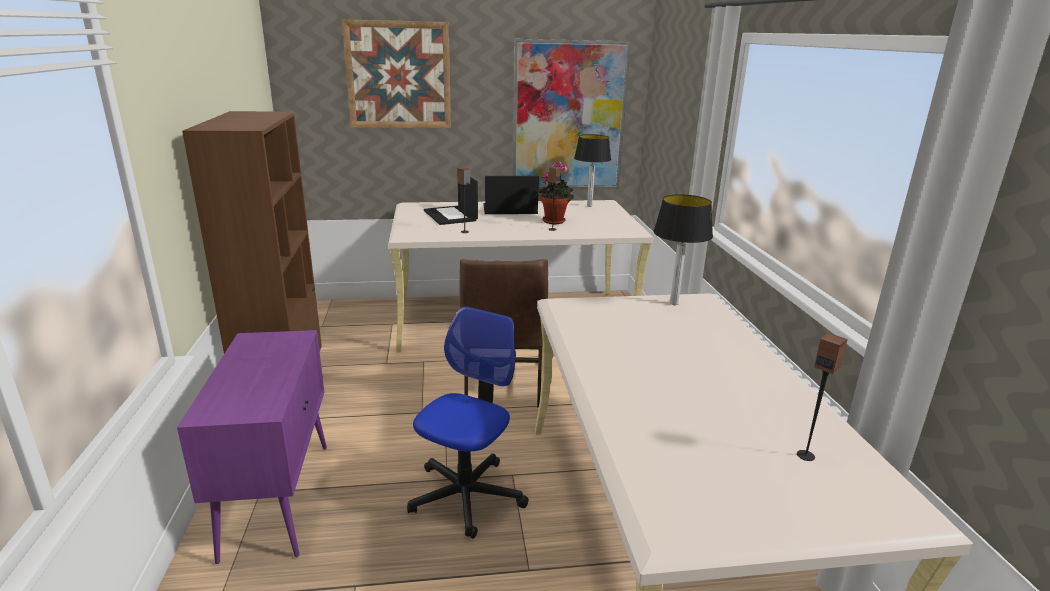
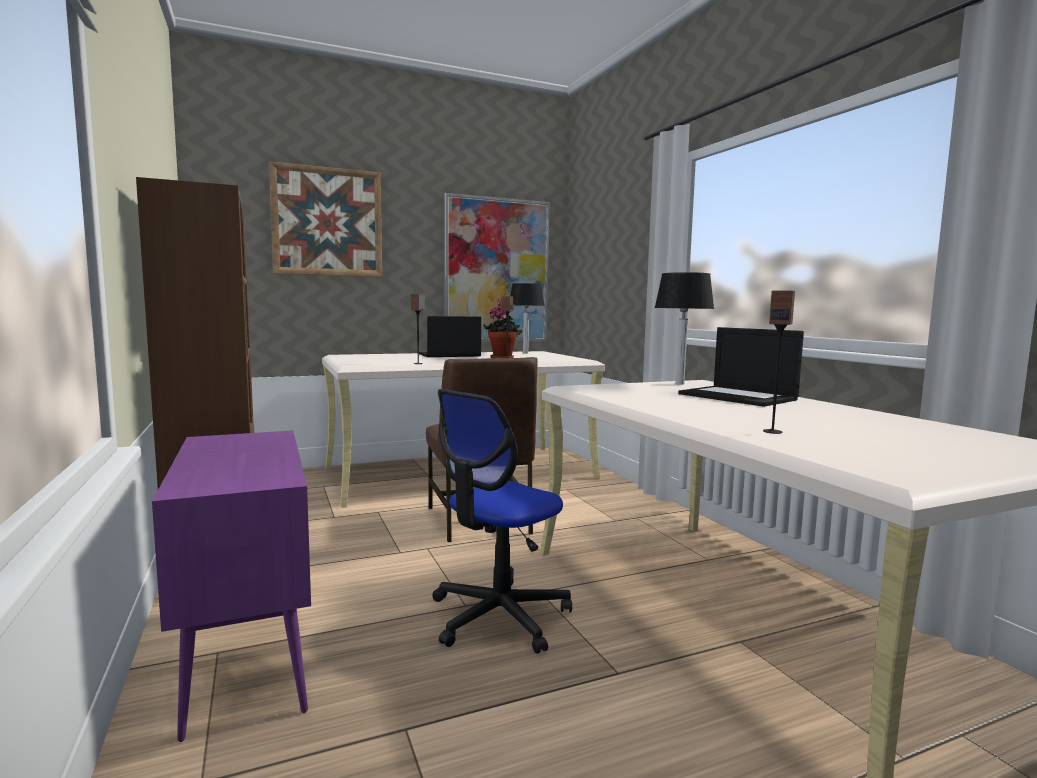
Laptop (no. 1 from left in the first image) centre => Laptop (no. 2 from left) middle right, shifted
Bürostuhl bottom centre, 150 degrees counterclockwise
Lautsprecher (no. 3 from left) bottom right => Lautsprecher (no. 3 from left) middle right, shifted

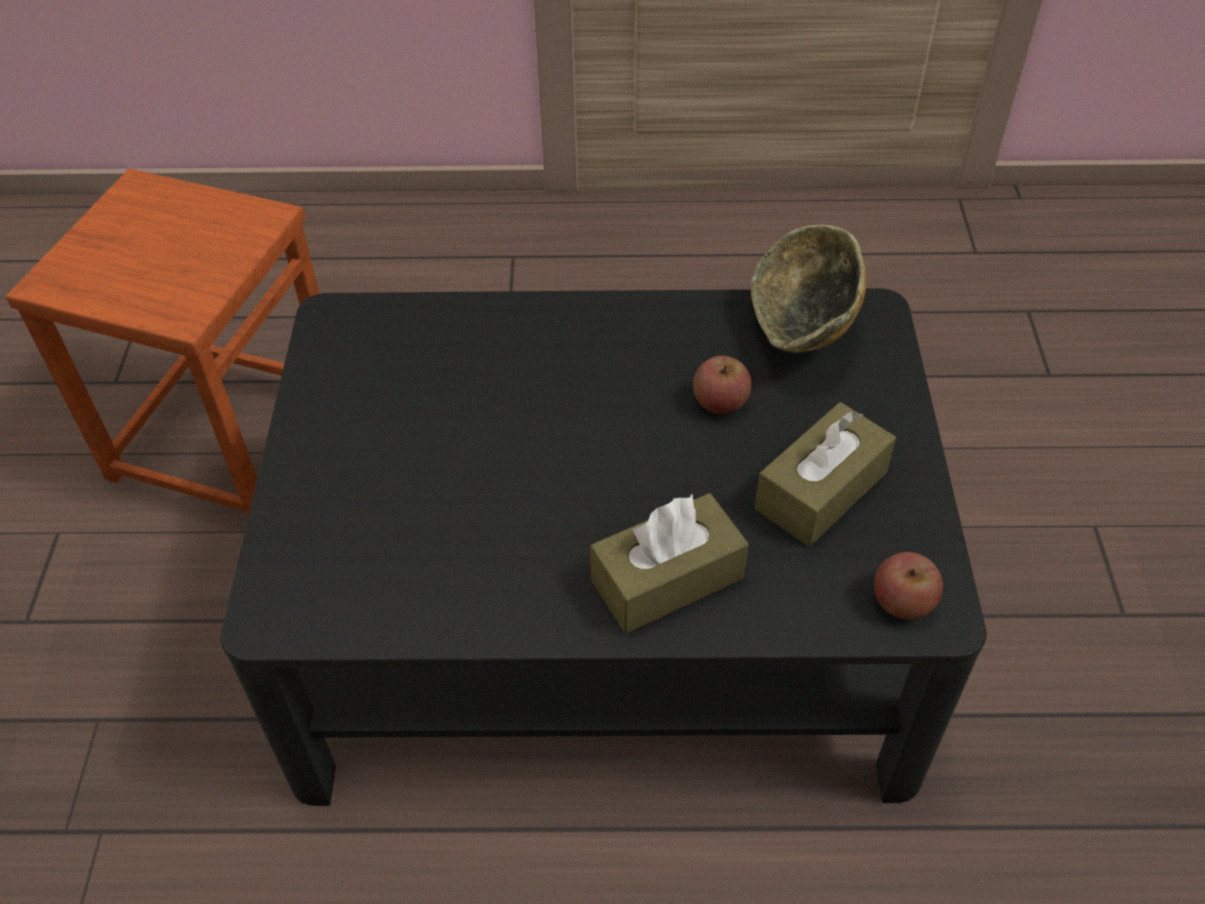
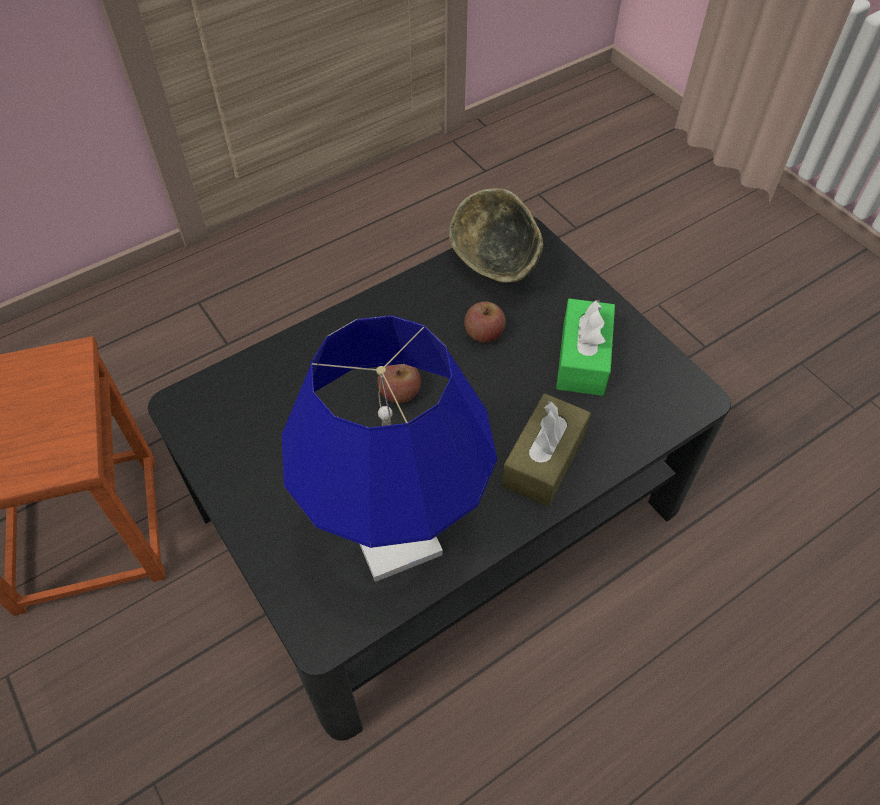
Taschentuchbox/braun (no. 2 from left) middle right => Taschentuchbox/grün centre
Apfel (no. 2 from left in the first image) middle right => Apfel (no. 1 from left) centre, shifted
nothing => Tischlampe/blau centre

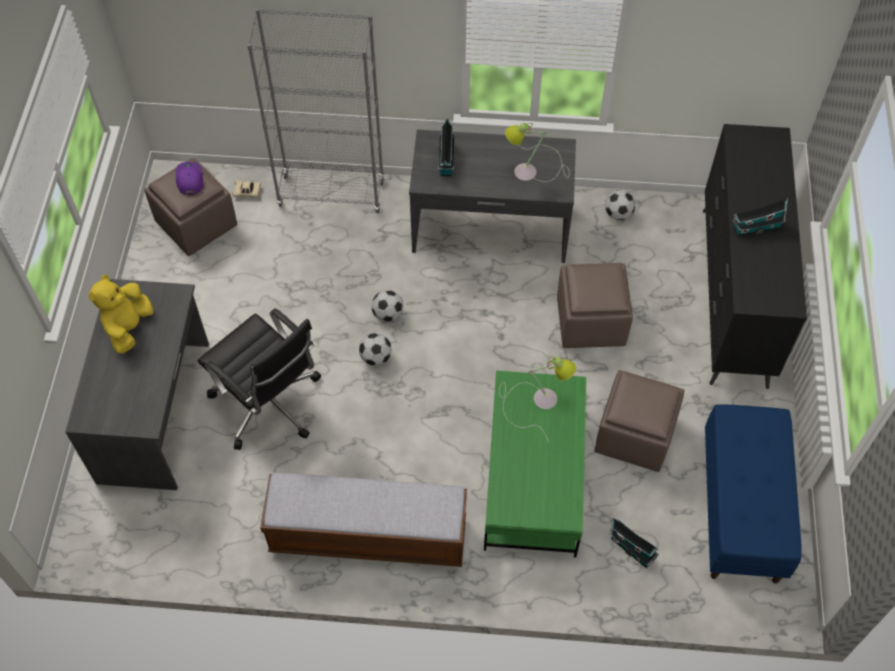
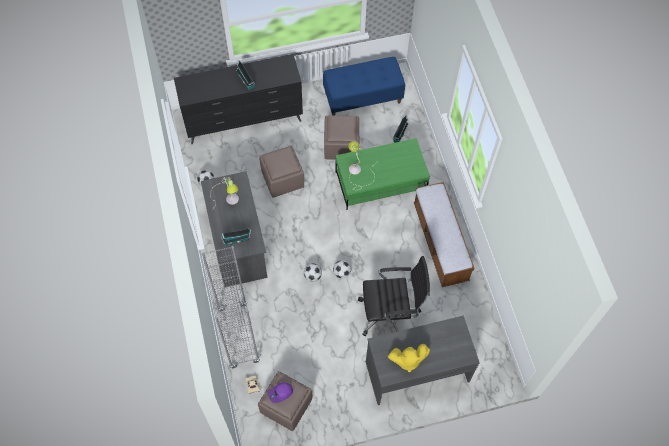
Bürostuhl/schwarz middle left => Bürostuhl/schwarz centre, 60 degrees clockwise

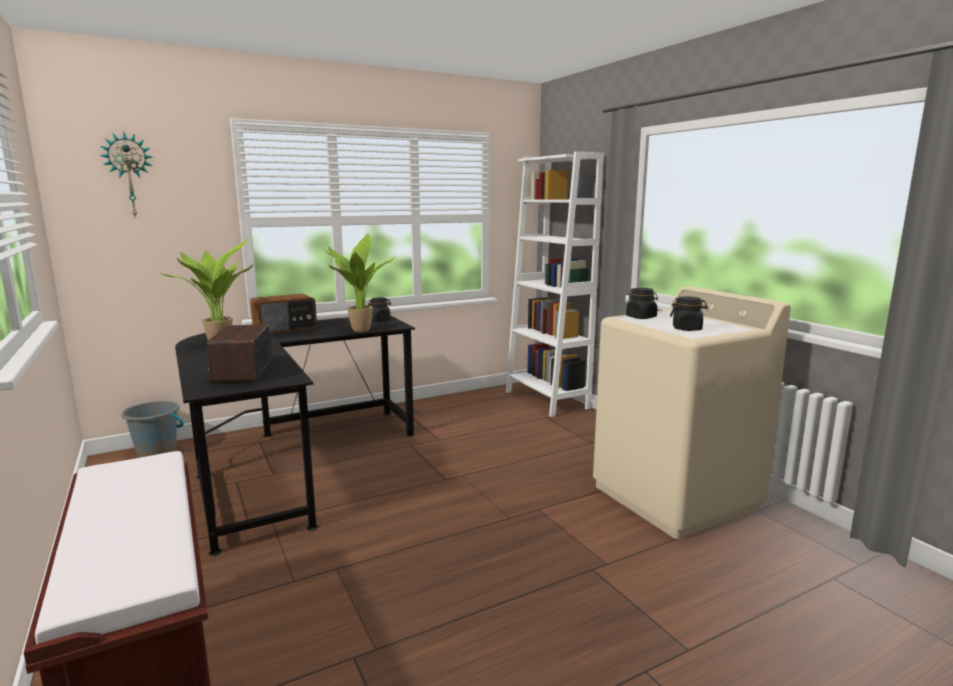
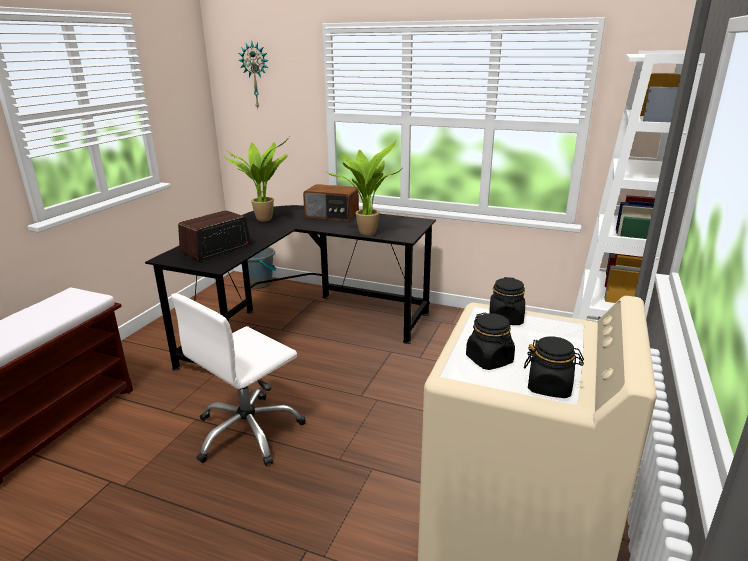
Vorratsglas/schwarz (no. 1 from left in the first image) centre => Vorratsglas/schwarz (no. 3 from left) middle right, shifted
nothing => Bürostuhl/weiß bottom left

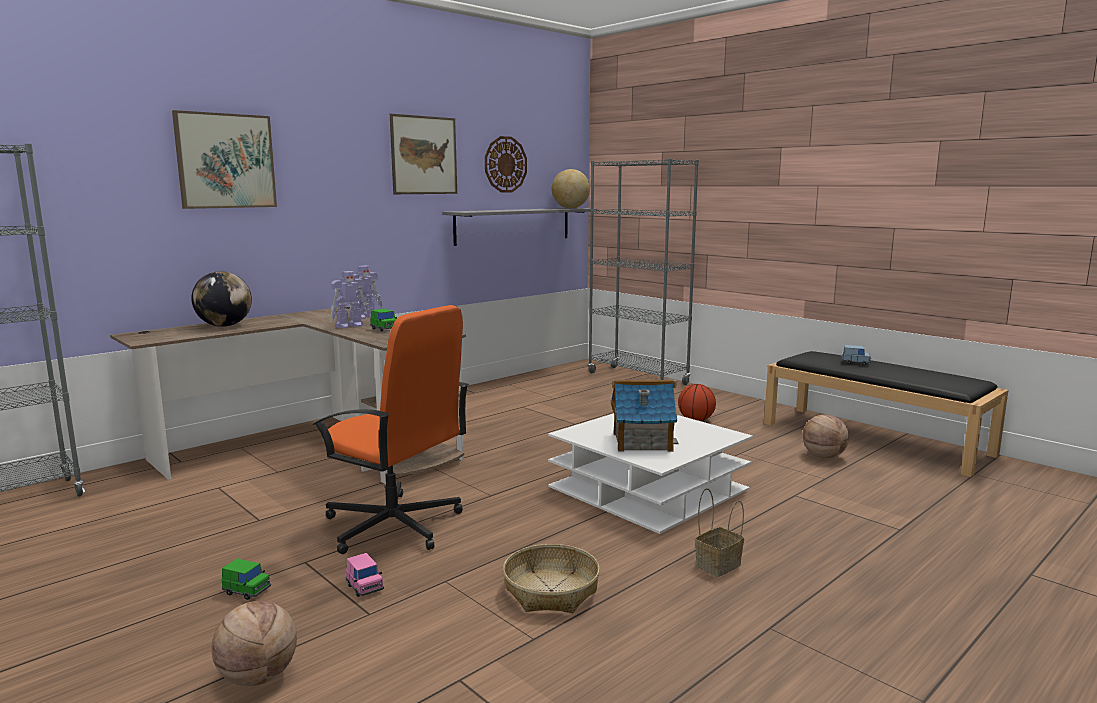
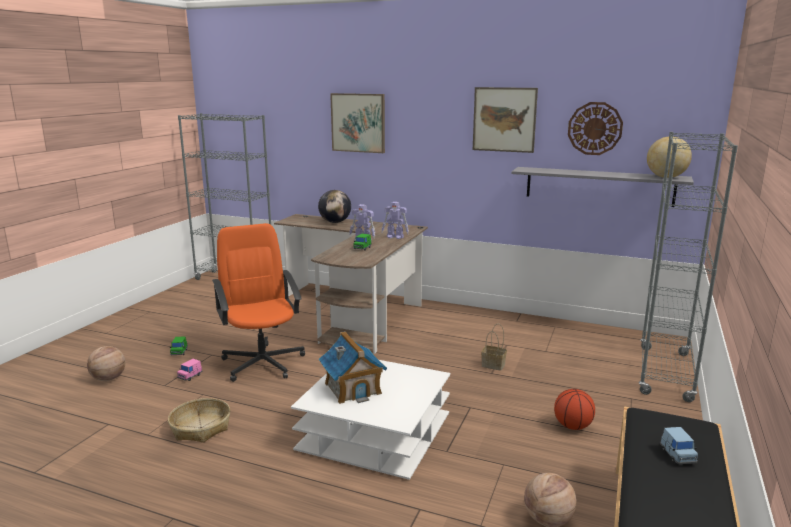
Bürostuhl/orange centre => Bürostuhl/orange middle left, 150 degrees clockwise
Korb (no. 2 from left) bottom centre => Korb (no. 2 from left) centre, shifted

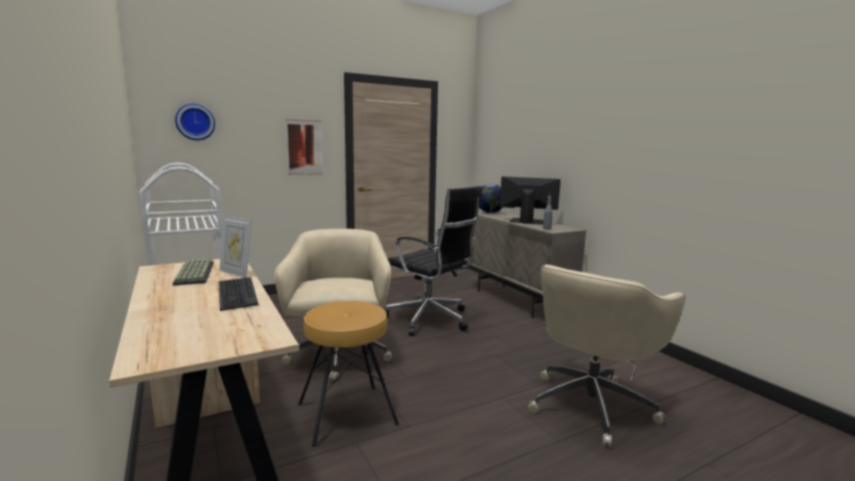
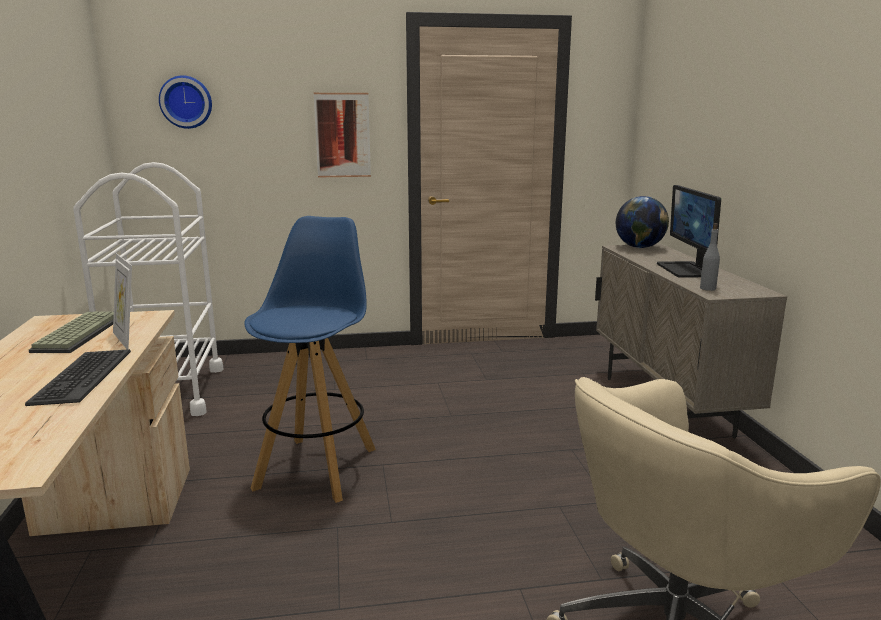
Monitor centre => Monitor middle right, 135 degrees counterclockwise
Bürostuhl/schwarz centre => nothing
Bürostuhl/beige (no. 1 from left) centre => Hocker/blau centre
Hocker/braun bottom centre => nothing

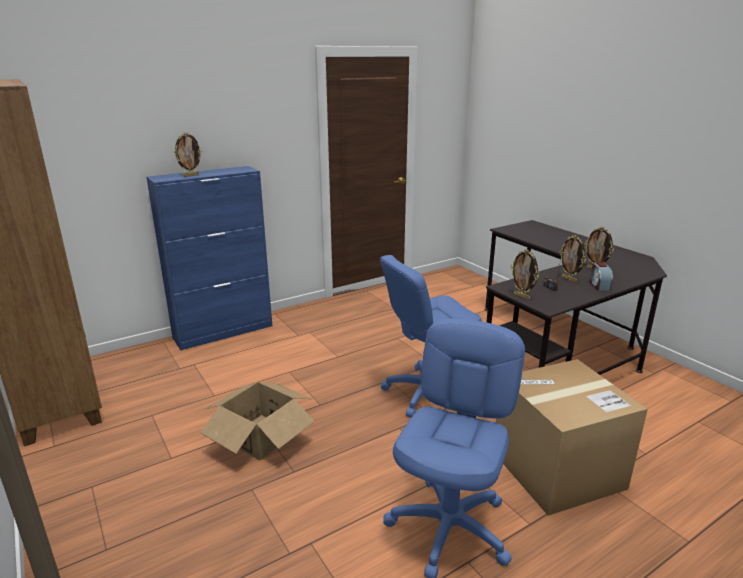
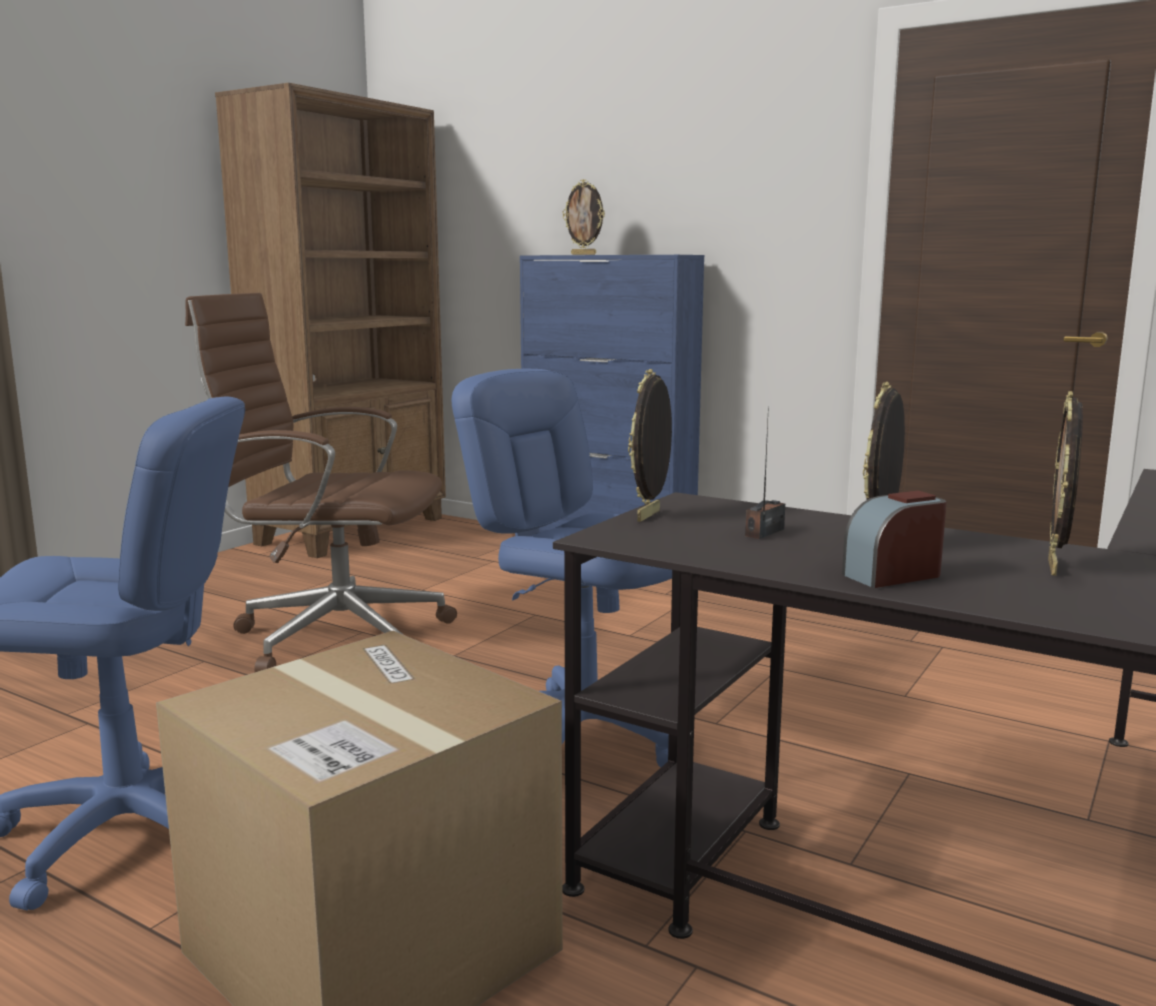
Karton (no. 1 from left) bottom centre => Bürostuhl/braun middle left

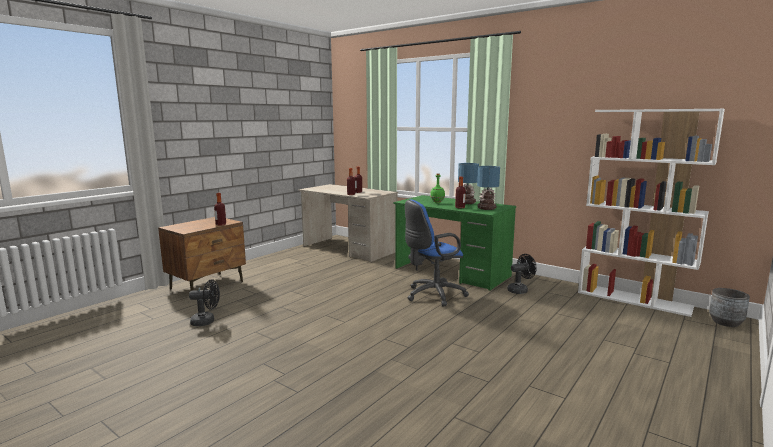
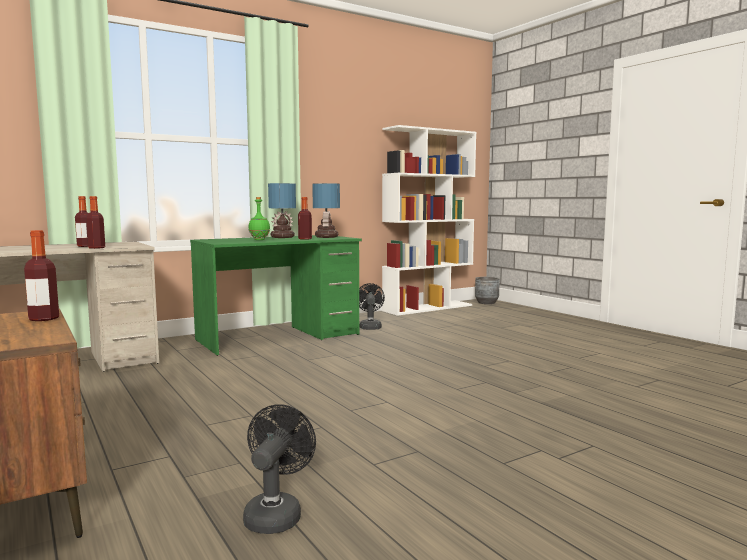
Bürostuhl/blau centre => nothing

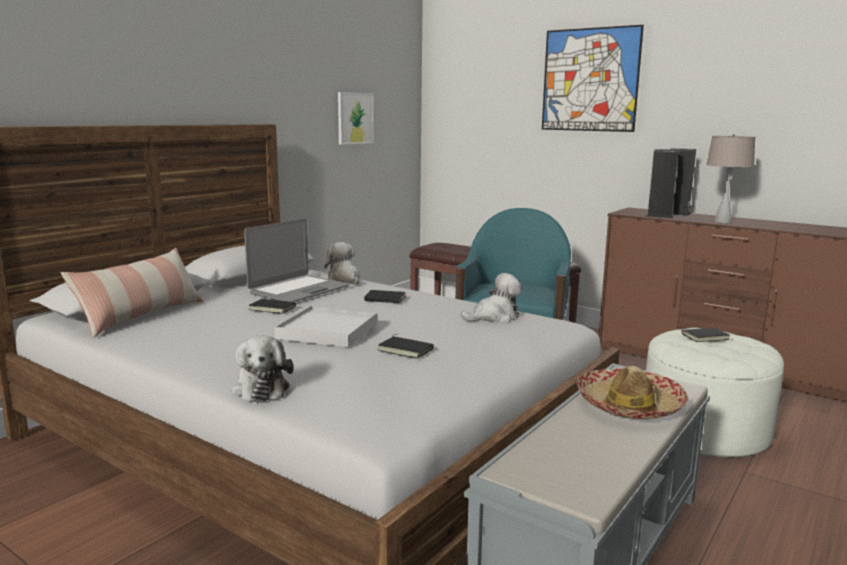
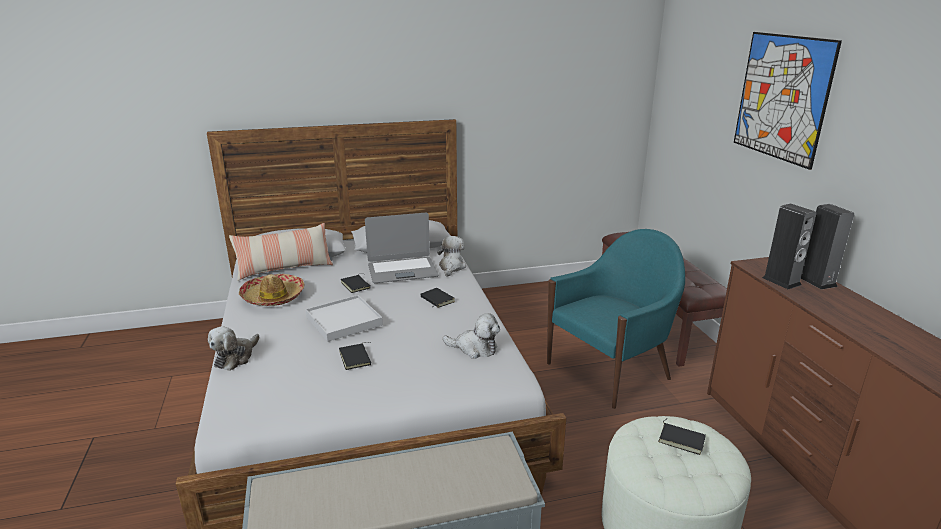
Bild (no. 1 from left) top centre => nothing
Tischlampe/beige top right => nothing
Hut bottom right => Hut middle left, shifted

